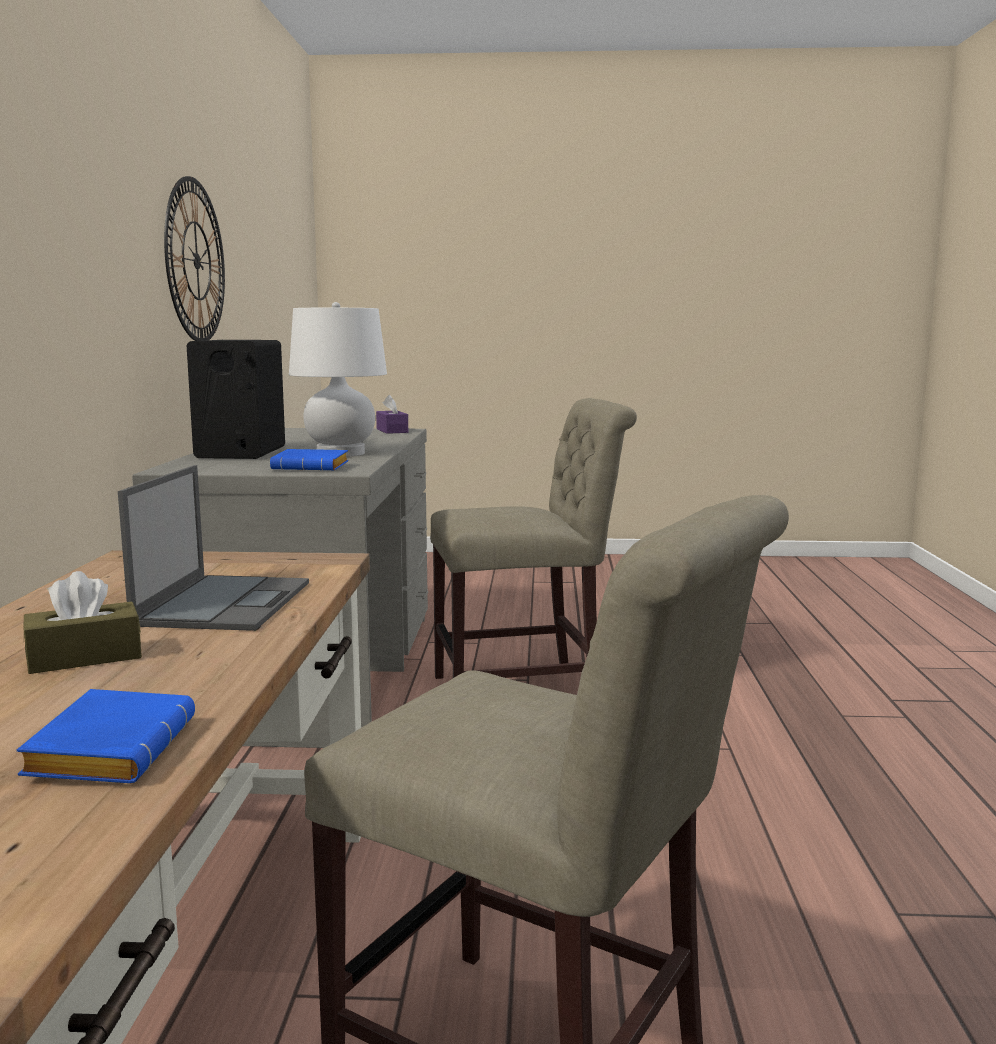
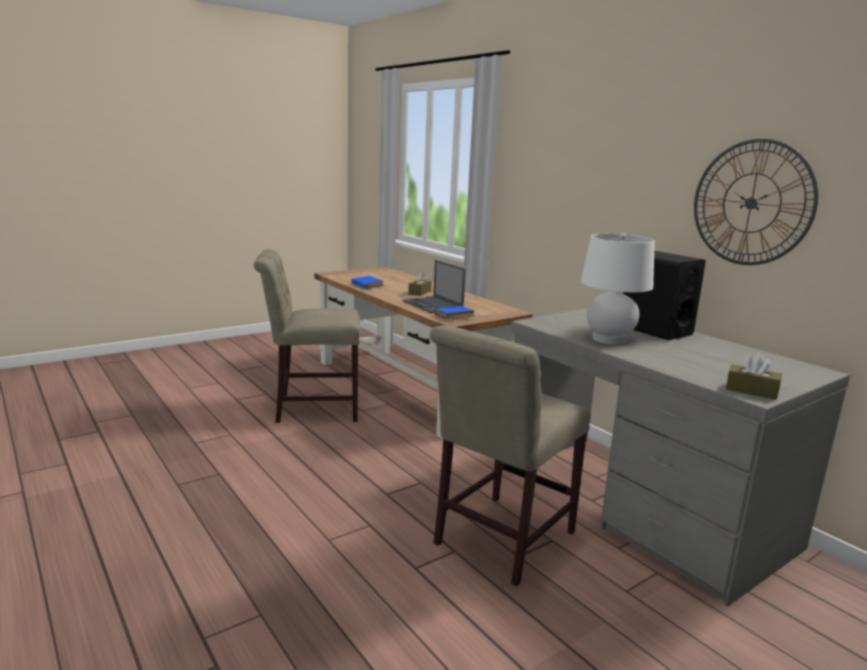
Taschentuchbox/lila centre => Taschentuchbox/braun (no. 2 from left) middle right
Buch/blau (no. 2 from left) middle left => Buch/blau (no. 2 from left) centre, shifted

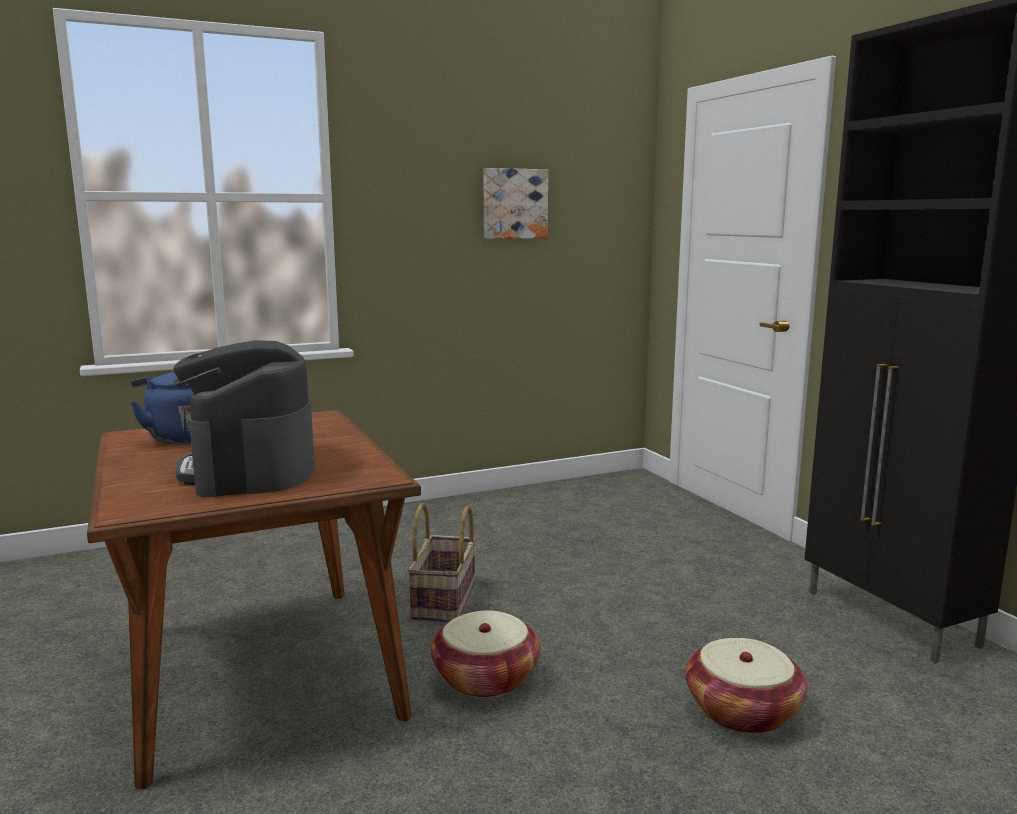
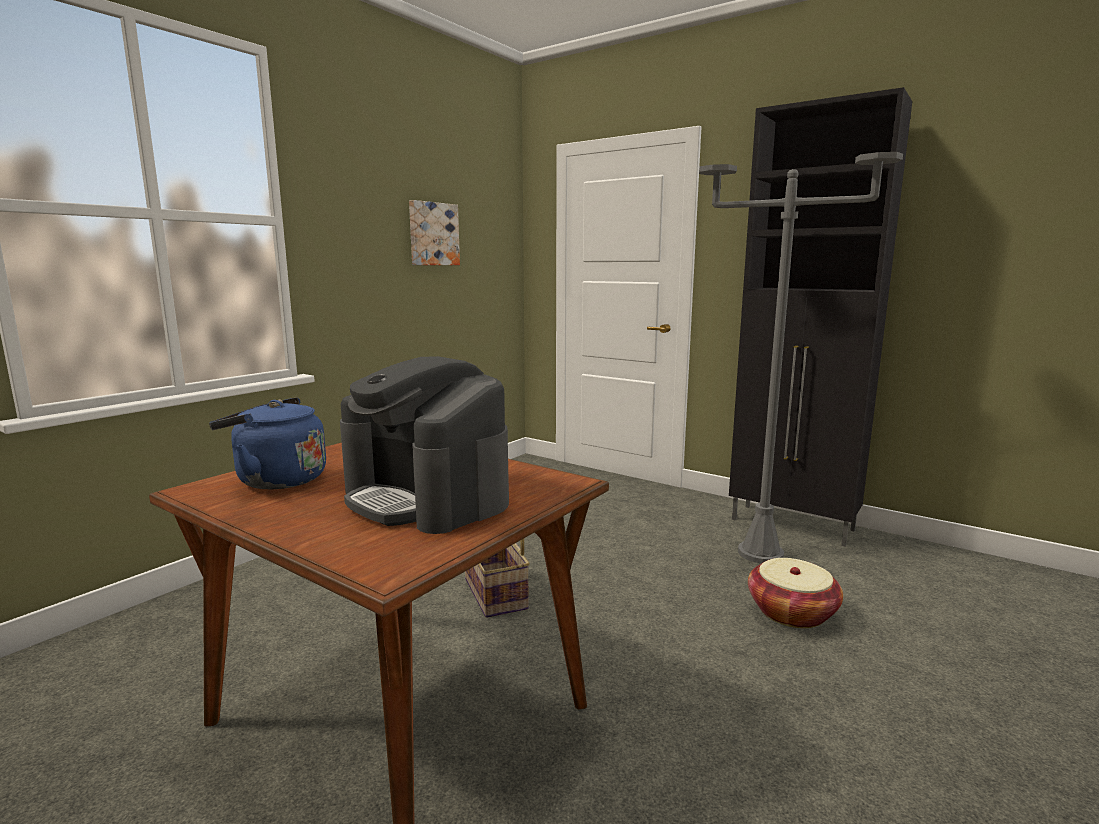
Korb (no. 2 from left) bottom centre => nothing
nothing => Stehlampe/grau middle right

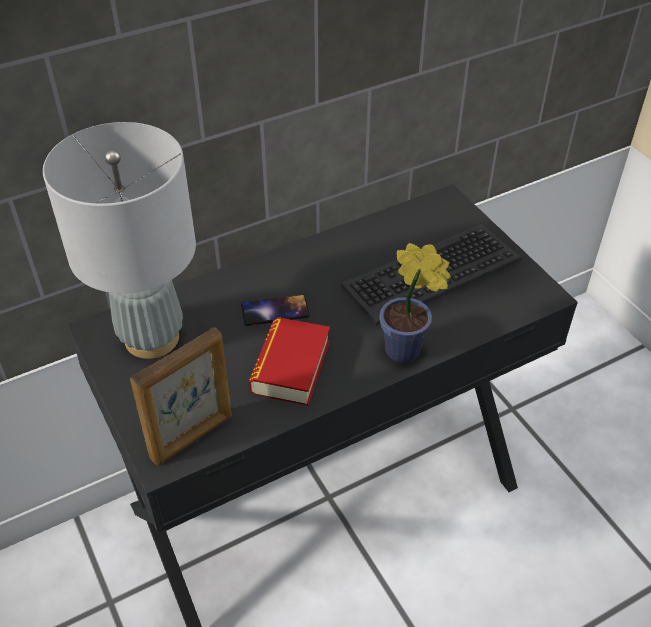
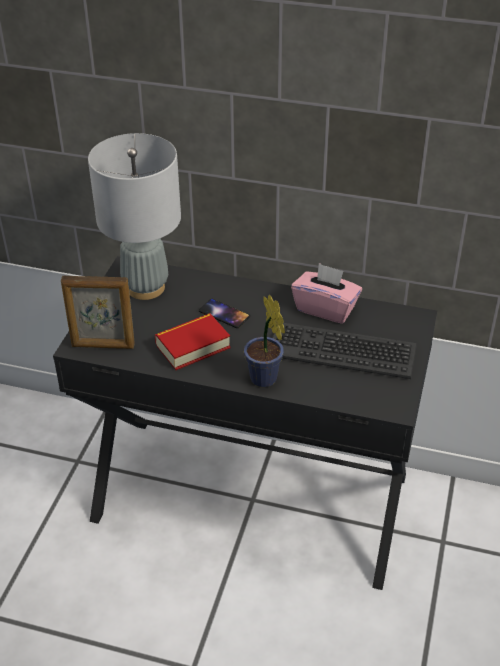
nothing => Taschentuchbox/rosa centre

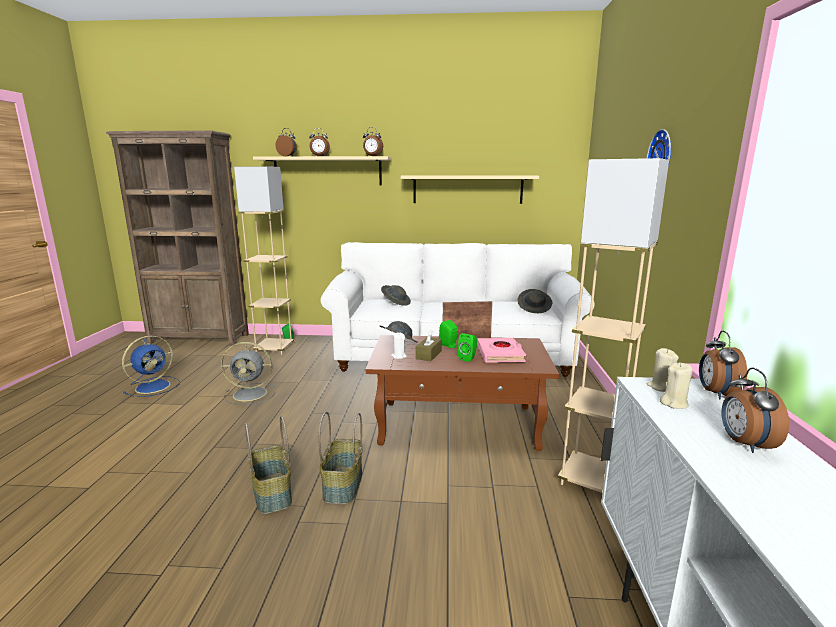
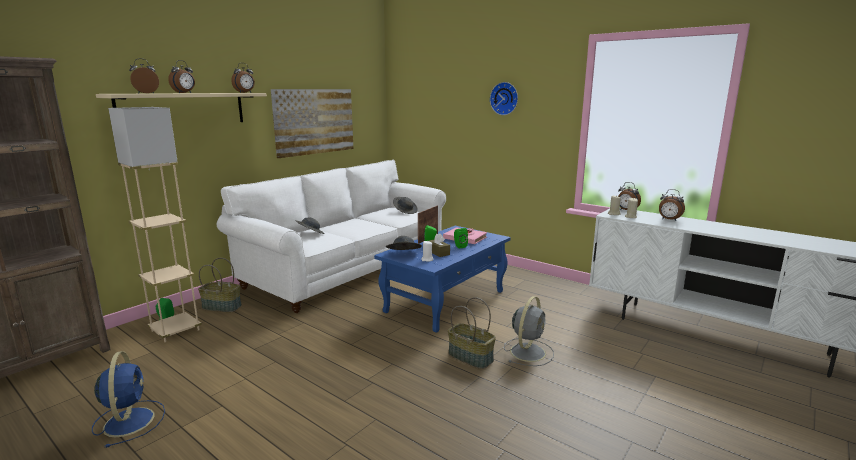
Stehlampe/beige (no. 2 from left) middle right => nothing
Wandregal/beige (no. 2 from left) top centre => Bild top centre
Couchtisch/braun centre => Couchtisch/blau centre
Ventilator/grau middle left => Ventilator/grau bottom centre, shifted
Korb (no. 1 from left) bottom left => Korb (no. 1 from left) middle left, shifted

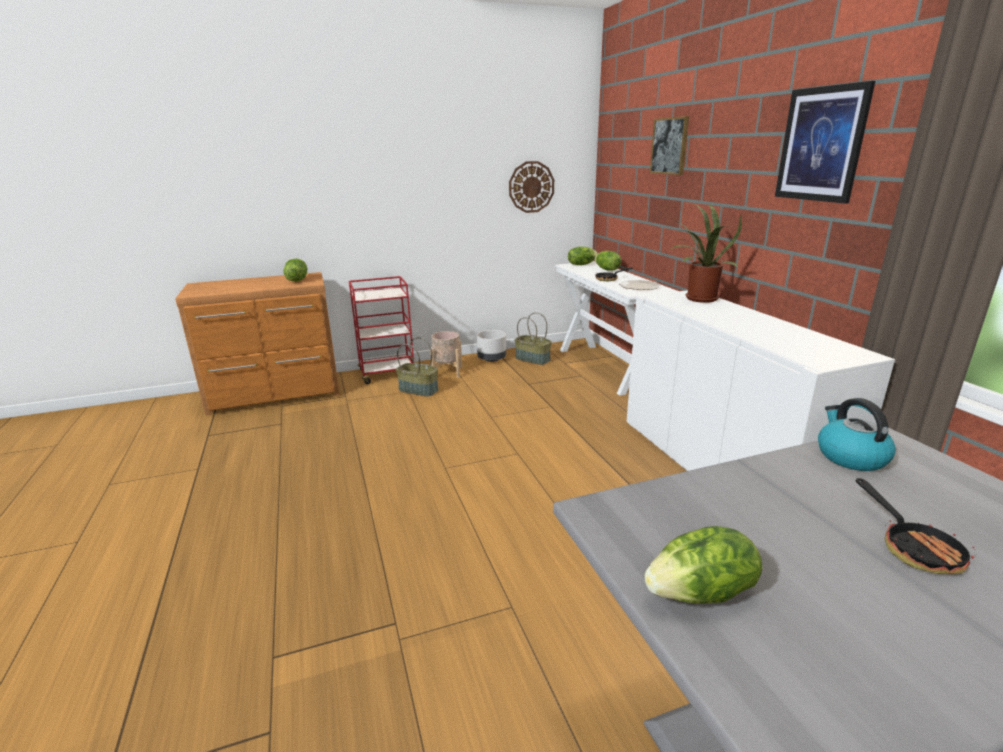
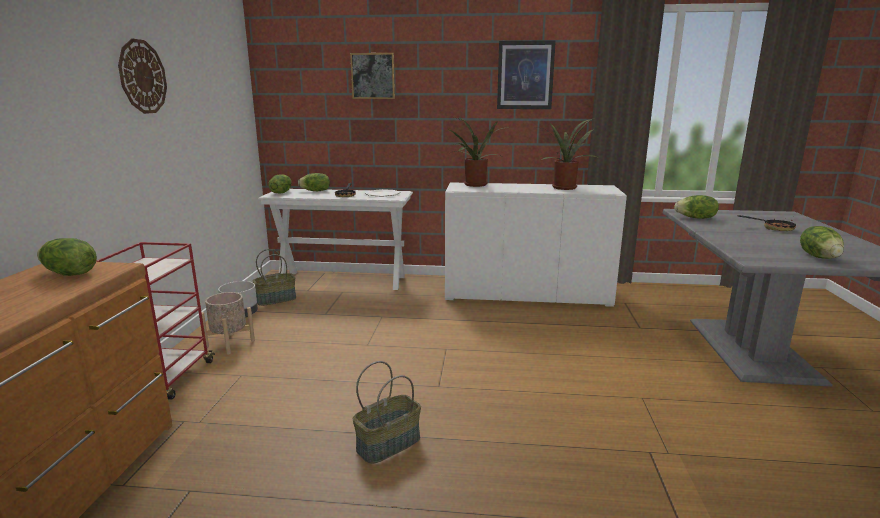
Wanduhr top centre => Wanduhr top left, shifted
Korb (no. 1 from left in the first image) centre => Korb (no. 2 from left) bottom centre, shifted
Wasserkessel middle right => Salatkopf (no. 4 from left) middle right
nothing => Topfpflanze (no. 2 from left) top centre

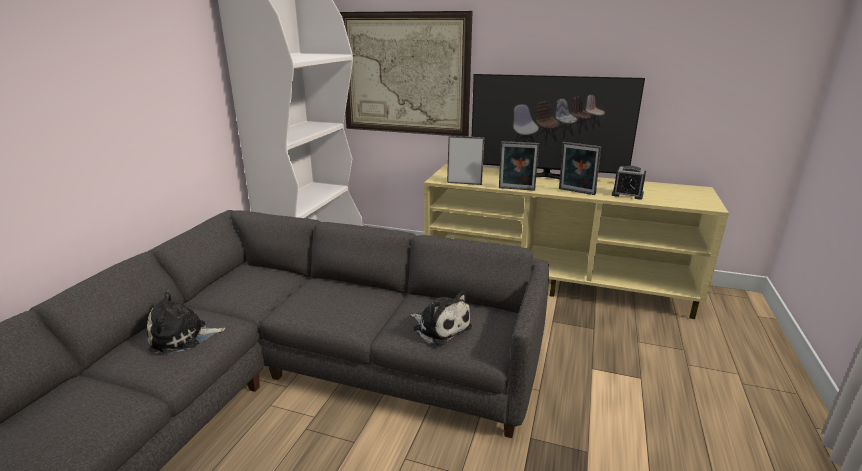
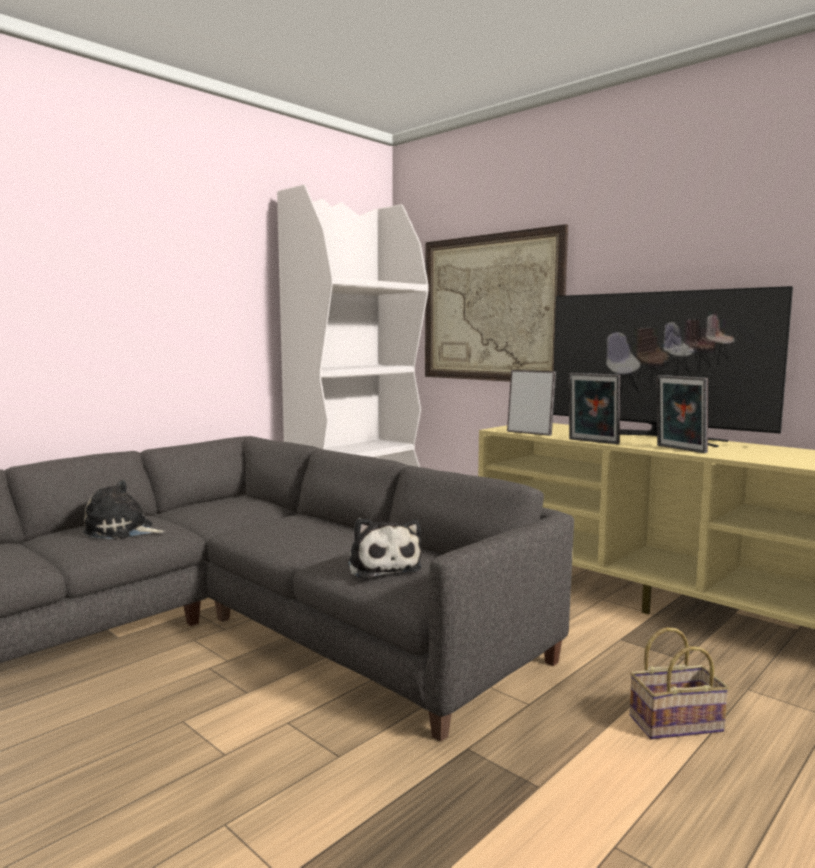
Wecker middle right => nothing
nothing => Korb bottom right

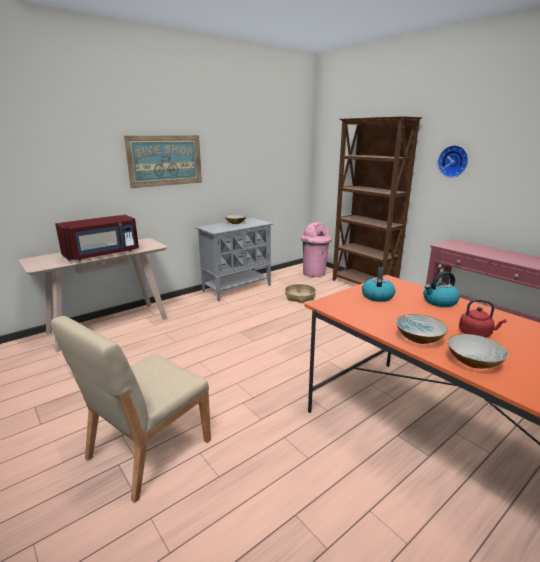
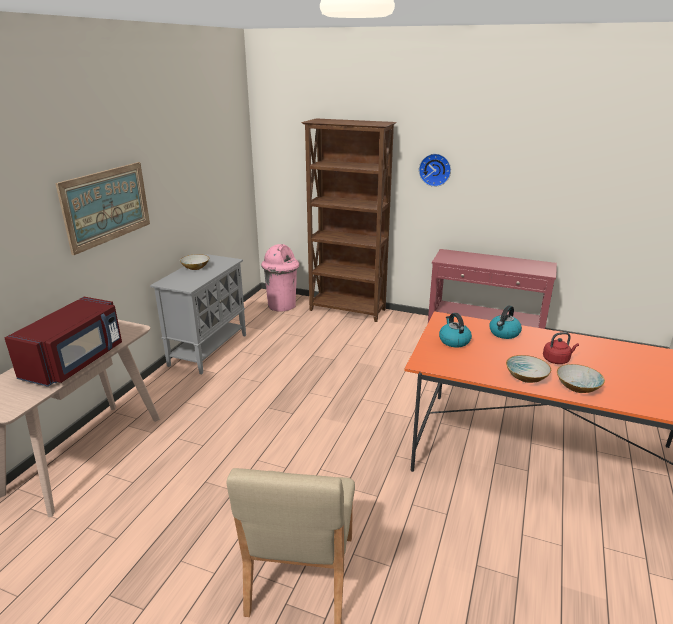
Korb centre => nothing

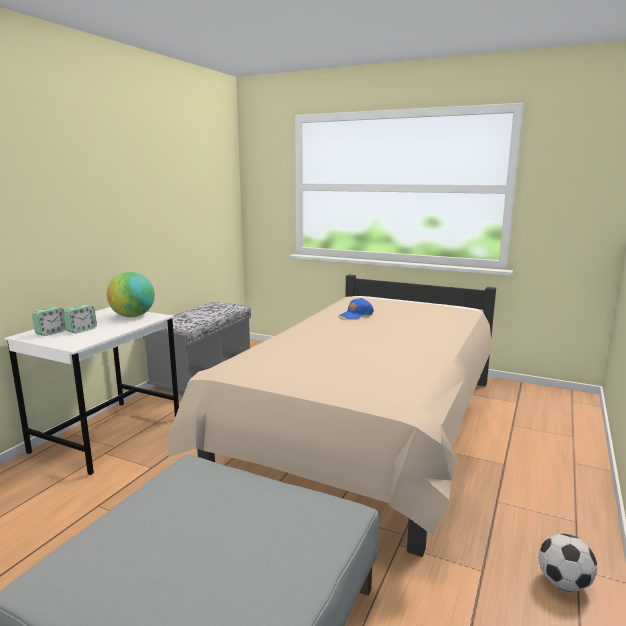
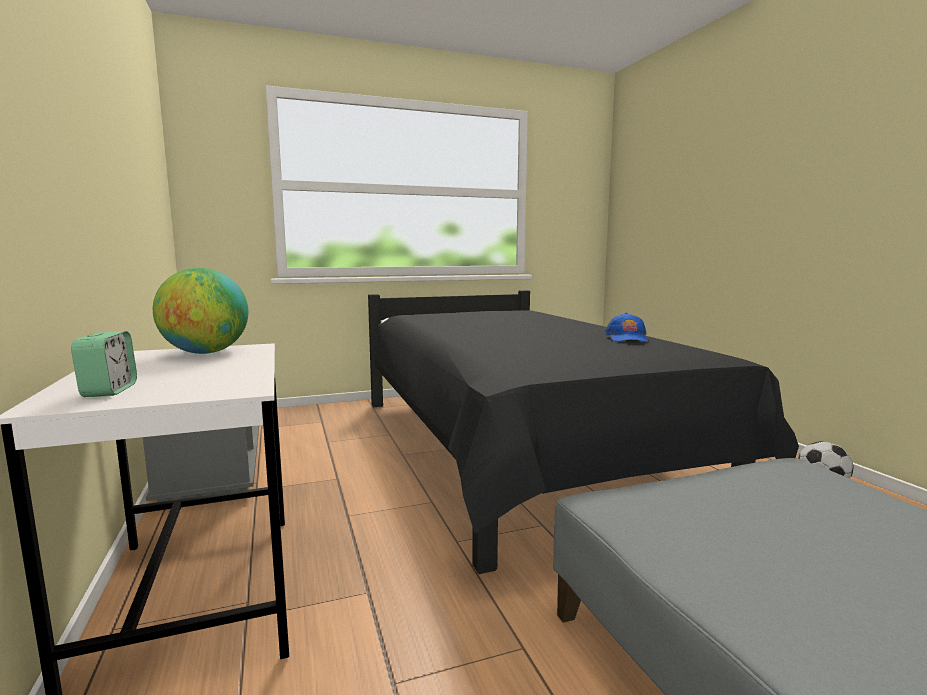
Bett/beige centre => Bett/schwarz centre
Kappe/blau centre => Kappe/blau middle right, shifted
Wecker (no. 2 from left) middle left => nothing

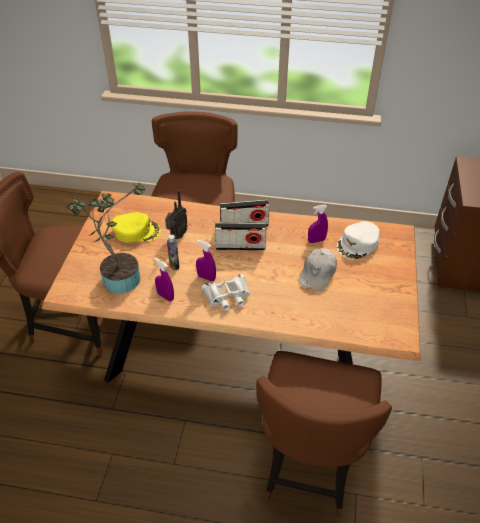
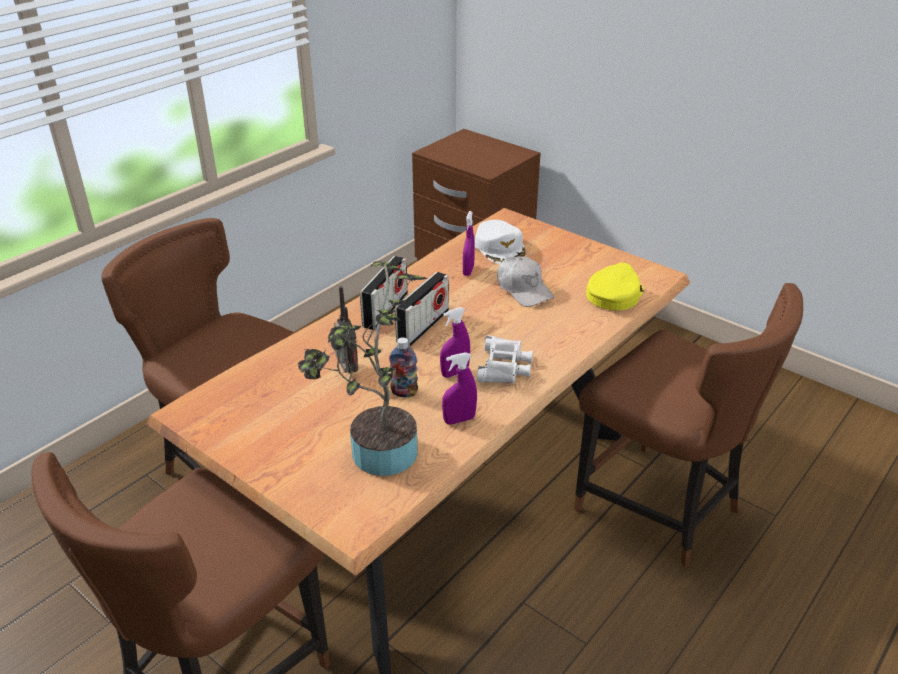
Kappe/gelb middle left => Kappe/gelb middle right, shifted

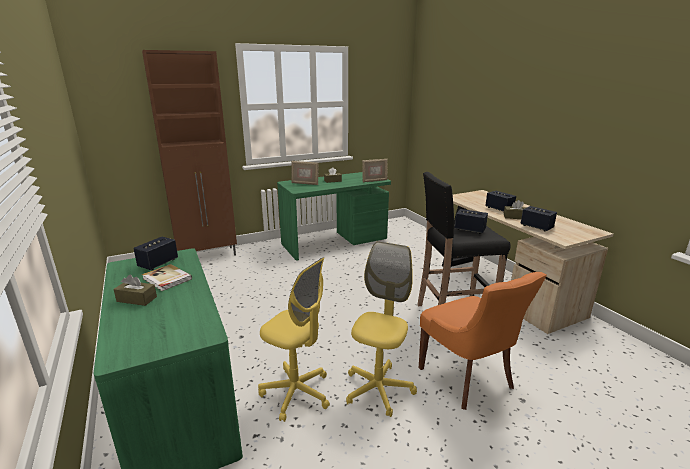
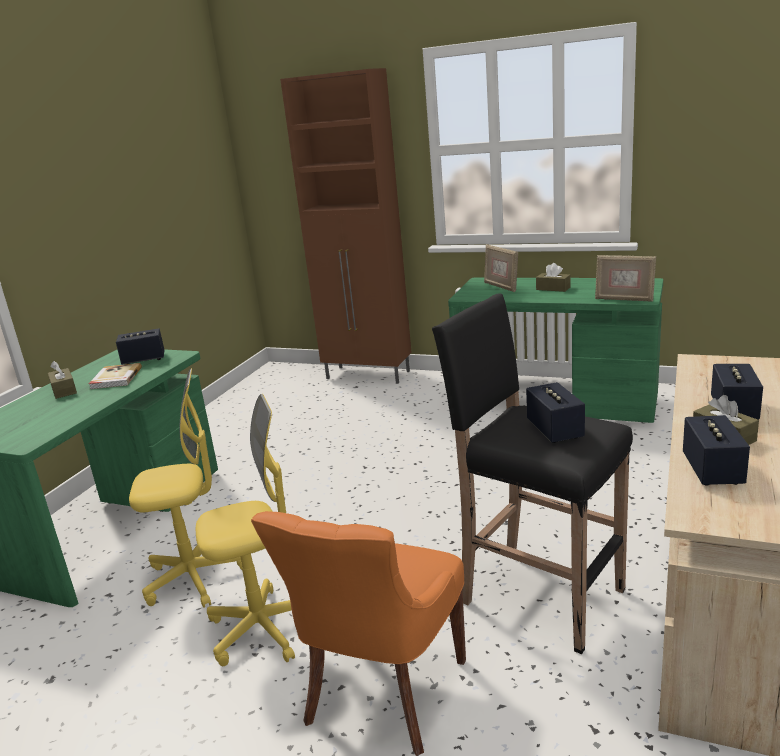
Bürostuhl/gelb (no. 1 from left) bottom centre => Bürostuhl/gelb (no. 1 from left) middle left, 90 degrees counterclockwise

